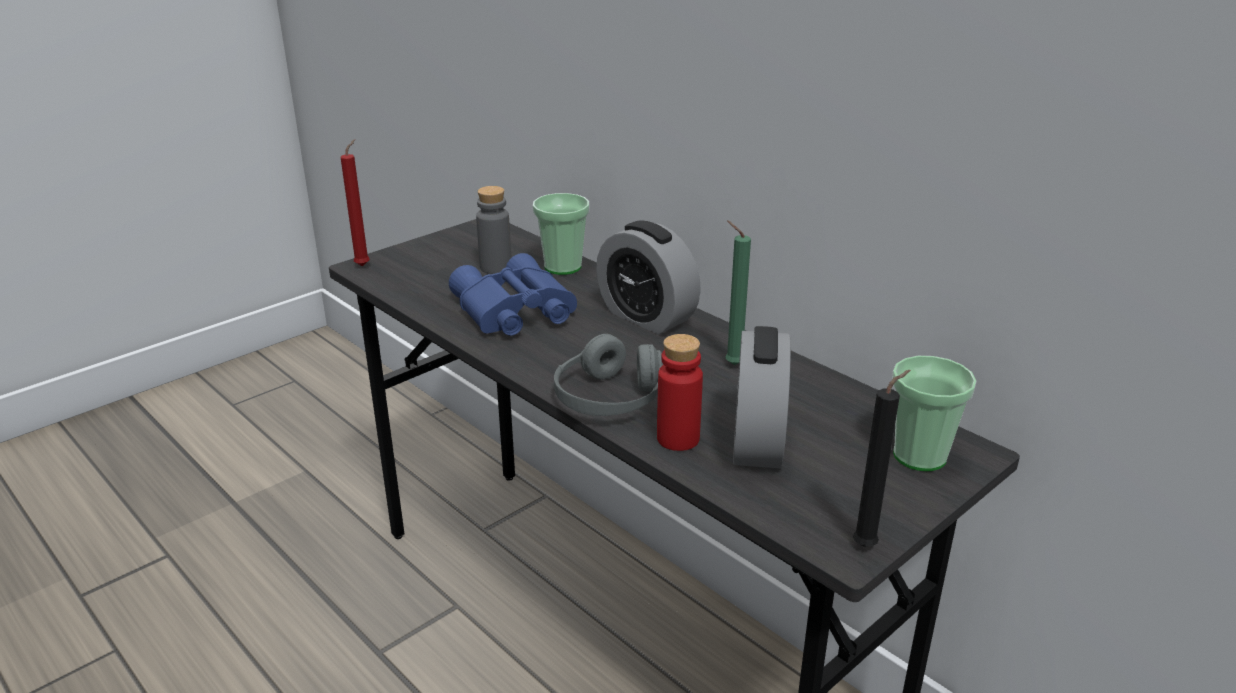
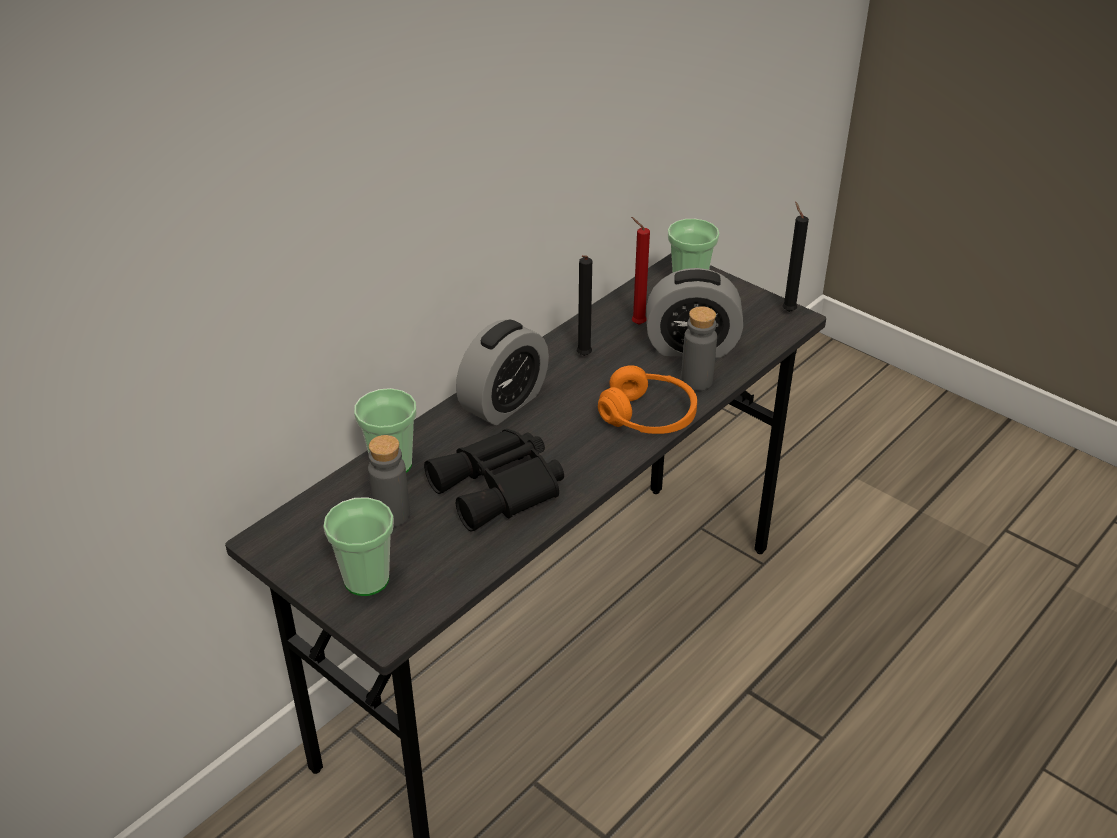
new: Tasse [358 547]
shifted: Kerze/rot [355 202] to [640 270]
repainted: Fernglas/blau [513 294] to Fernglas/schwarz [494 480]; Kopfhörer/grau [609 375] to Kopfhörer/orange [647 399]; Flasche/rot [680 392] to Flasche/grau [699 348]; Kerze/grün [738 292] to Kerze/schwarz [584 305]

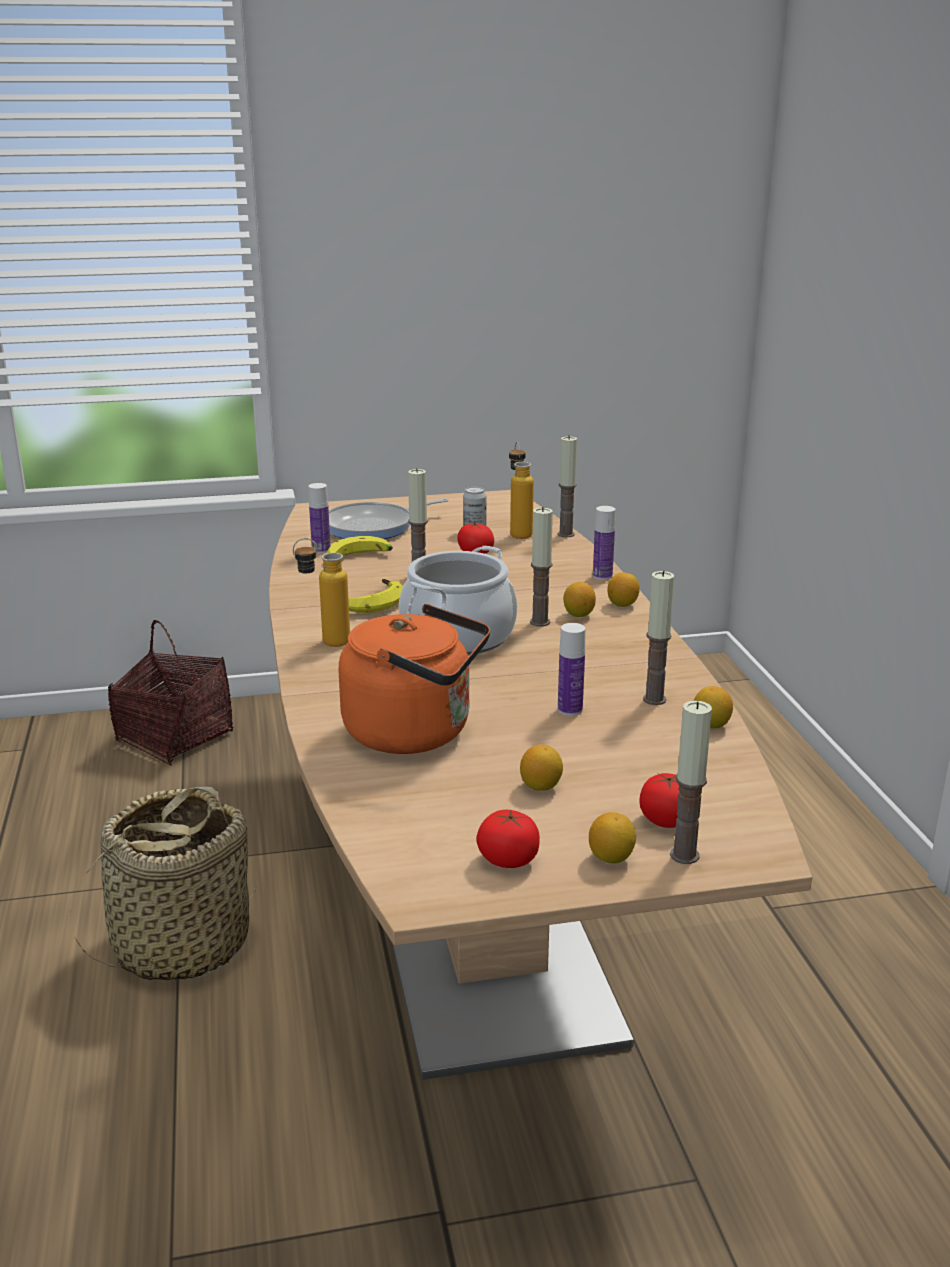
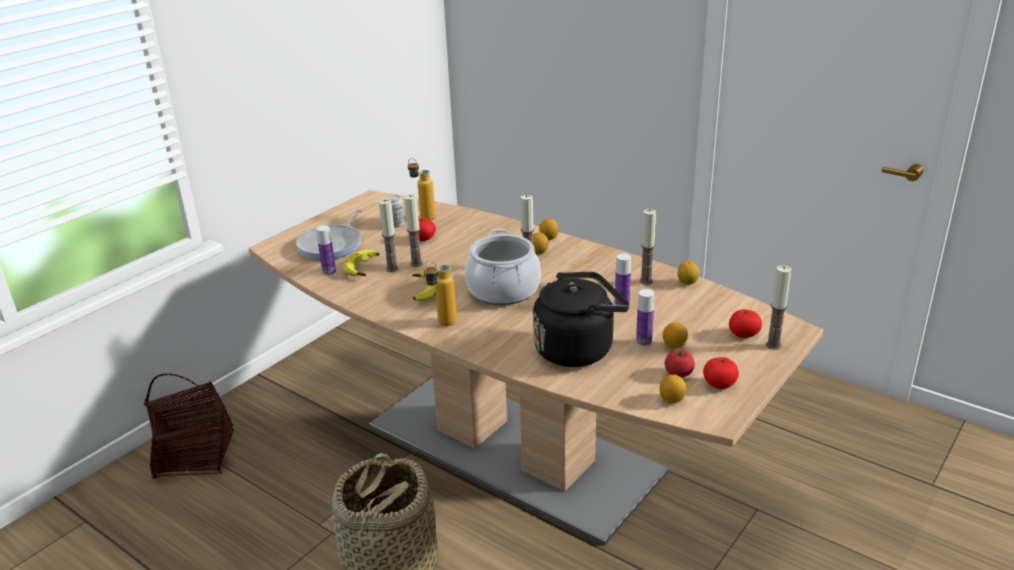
new: Tomate [680 364]
shifted: Kerze [567 486] to [389 235]; Zitrone [612 837] to [673 389]; Flasche [604 543] to [645 318]
repainted: Wasserkessel/orange [414 679] to Wasserkessel/schwarz [581 319]

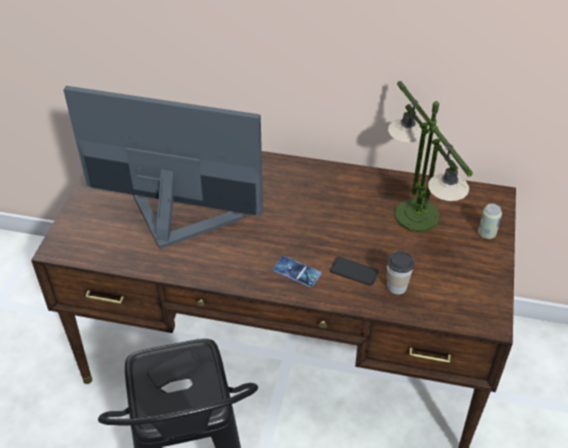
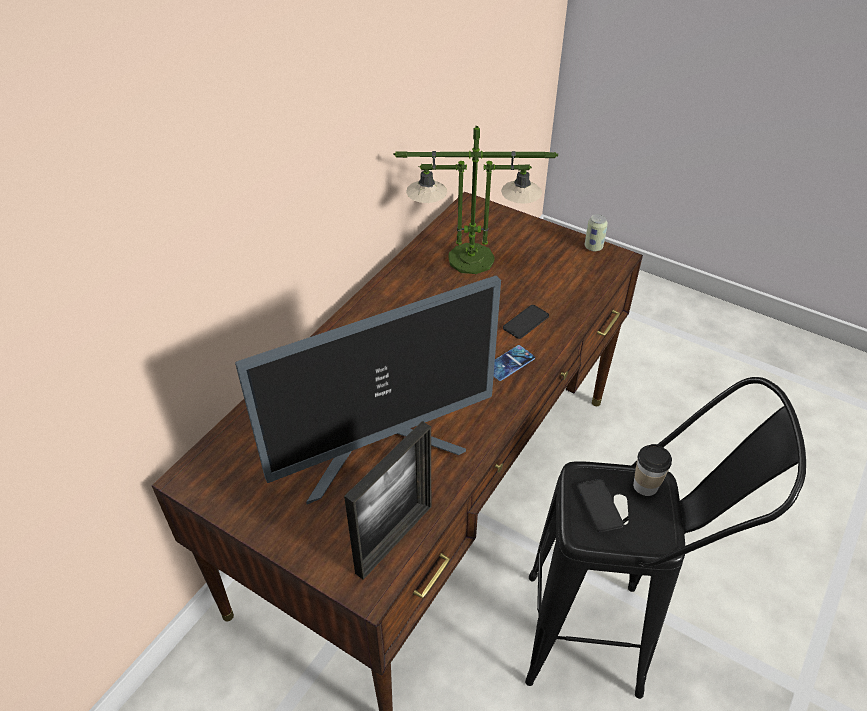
new: Bilderrahmen [387 500]
shifted: Tasse [400 273] to [652 470]; Dose [490 221] to [596 232]
rotated: Monitor [163 167] = [368 390] 150 degrees counterclockwise

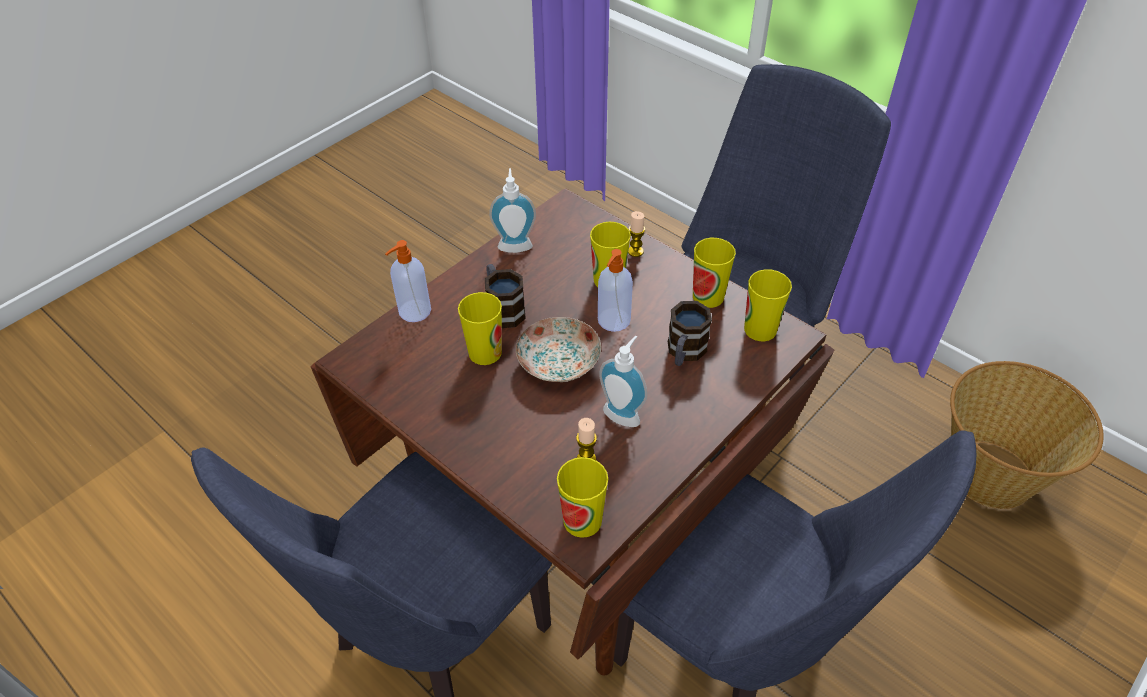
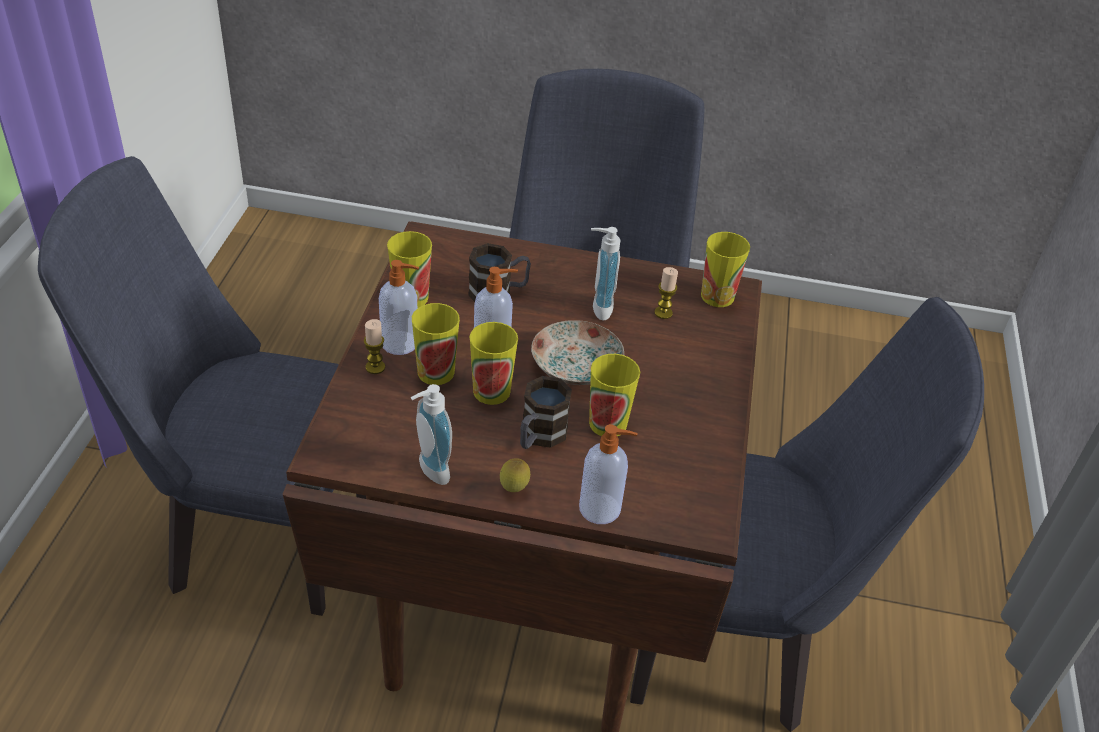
gone: Korb [1027 435]
new: Seifenspender [399 307]; Zitrone [515 475]
shifted: Tasse [768 305] to [493 363]

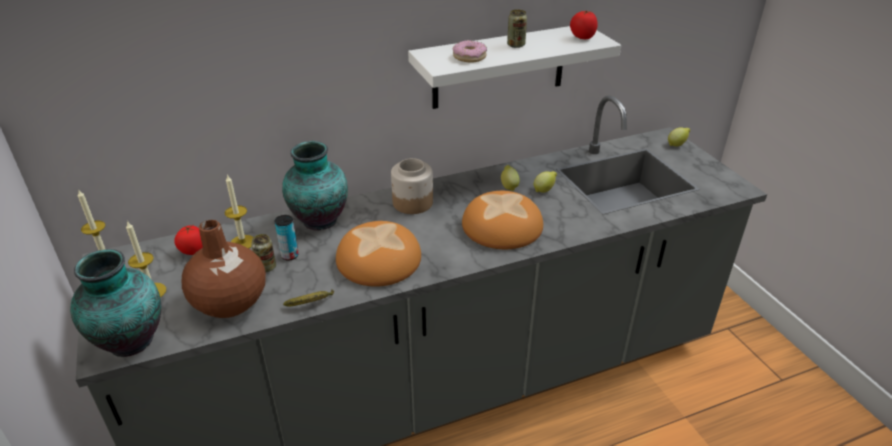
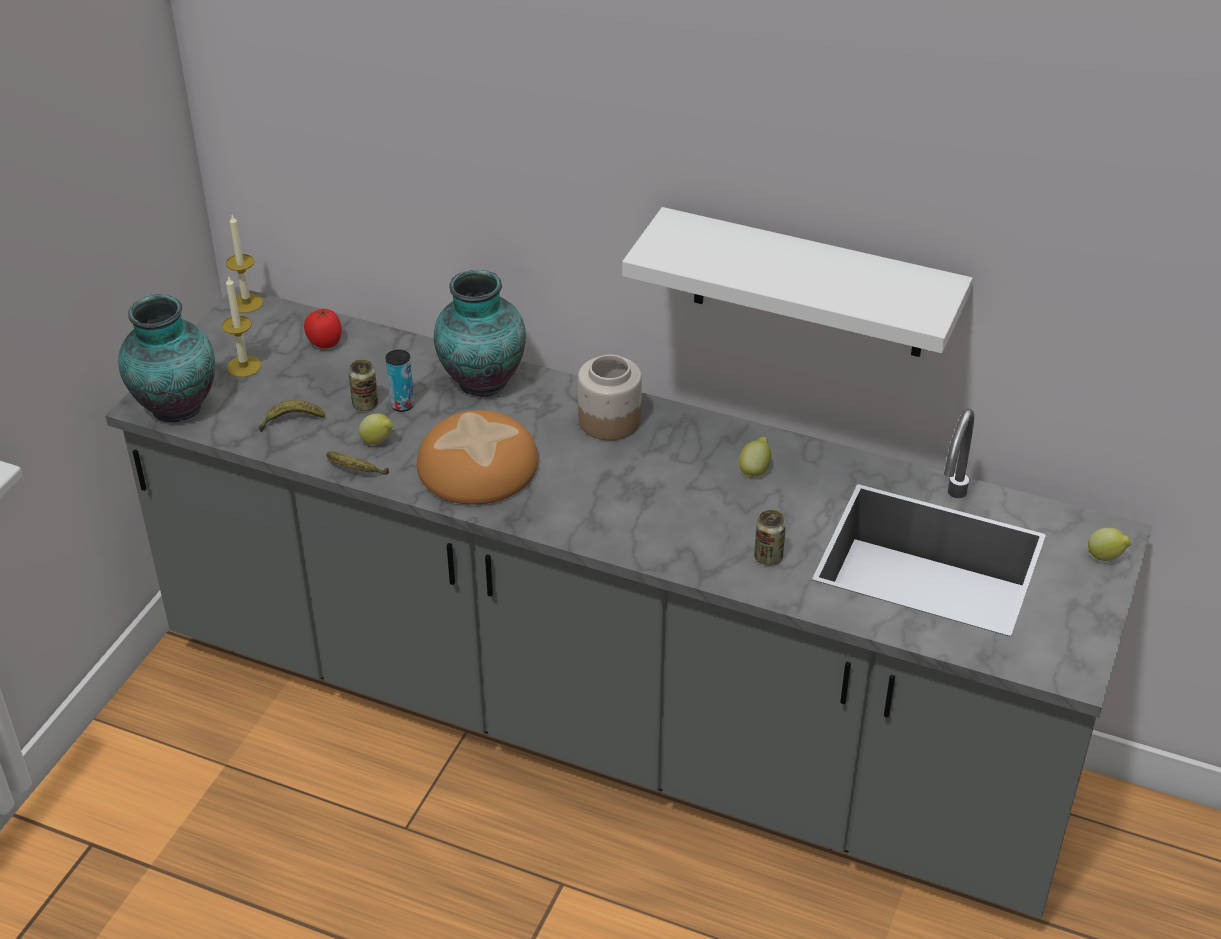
gone: Kerze [239 211]; Donut [470 51]; Brot [502 220]; Tomate [584 24]
shifted: Dose [517 29] to [770 538]; Zitrone [545 182] to [376 429]
swapped: Vase/braun [224 269] to Banane [292 416]

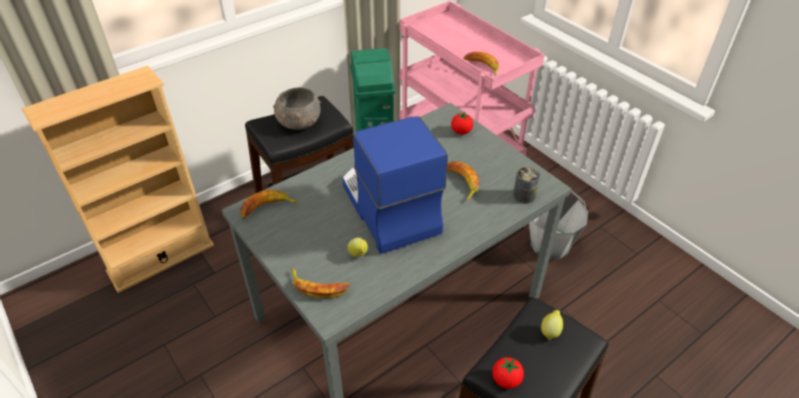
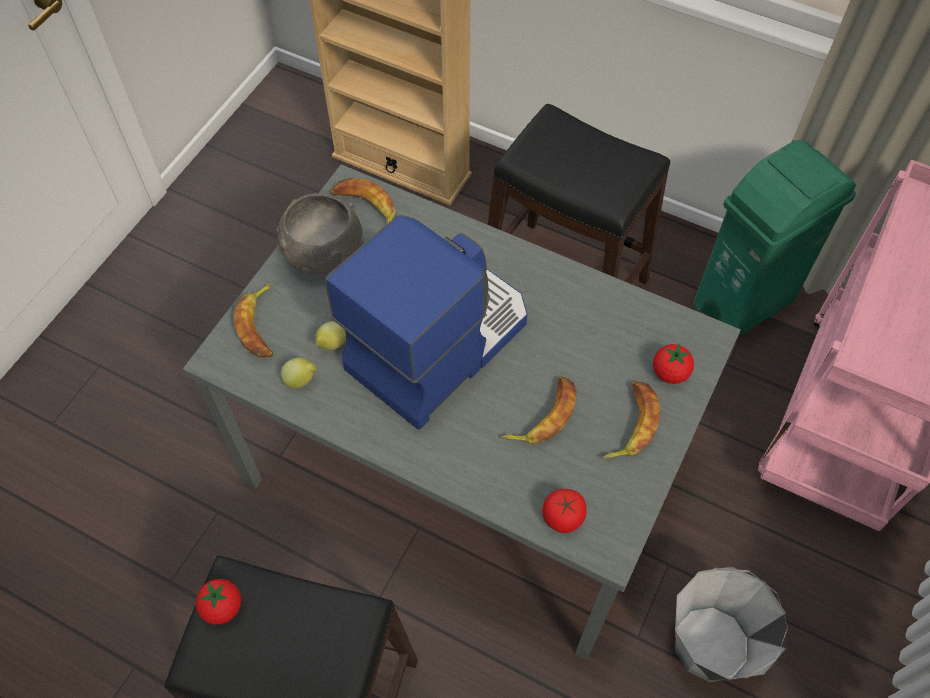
shifted: Schüssel/grau [297 108] to [320 233]; Banane [481 64] to [631 420]; Zitrone [552 325] to [298 373]
swapped: Dose [526 185] to Tomate [564 511]

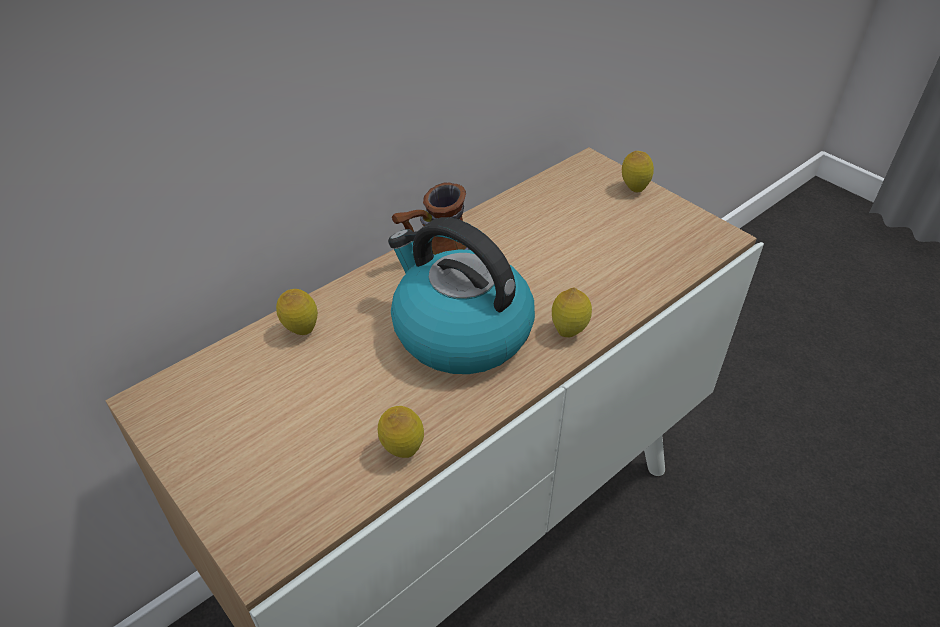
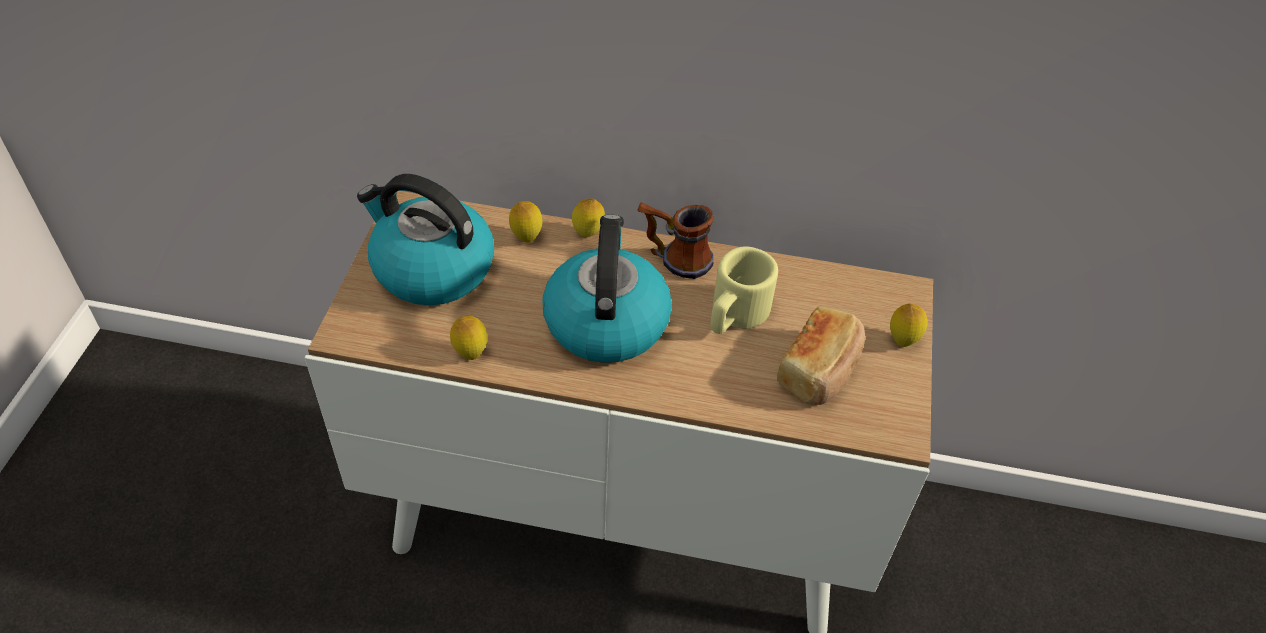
new: Wasserkessel [425 239]; Henkelbecher/beige [744 290]; Brot [821 356]
shifted: Zitrone [572 312] to [588 218]

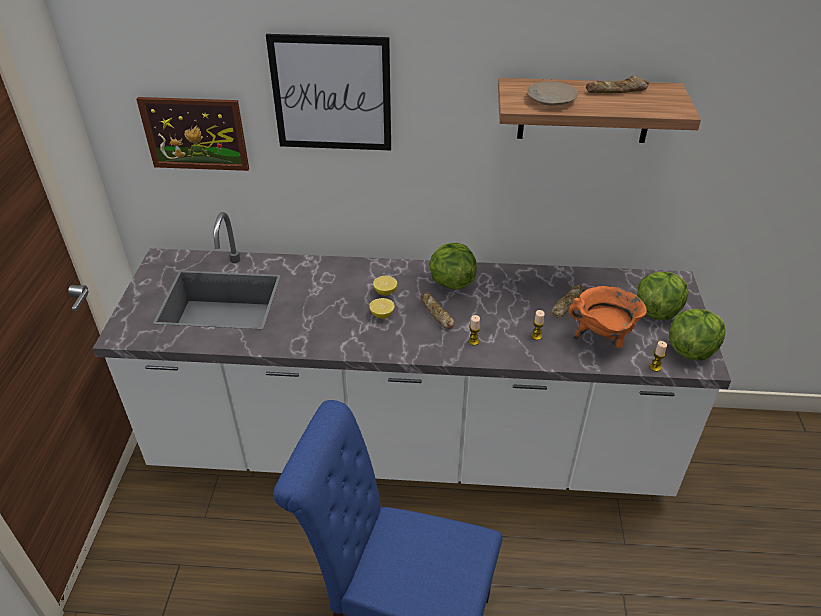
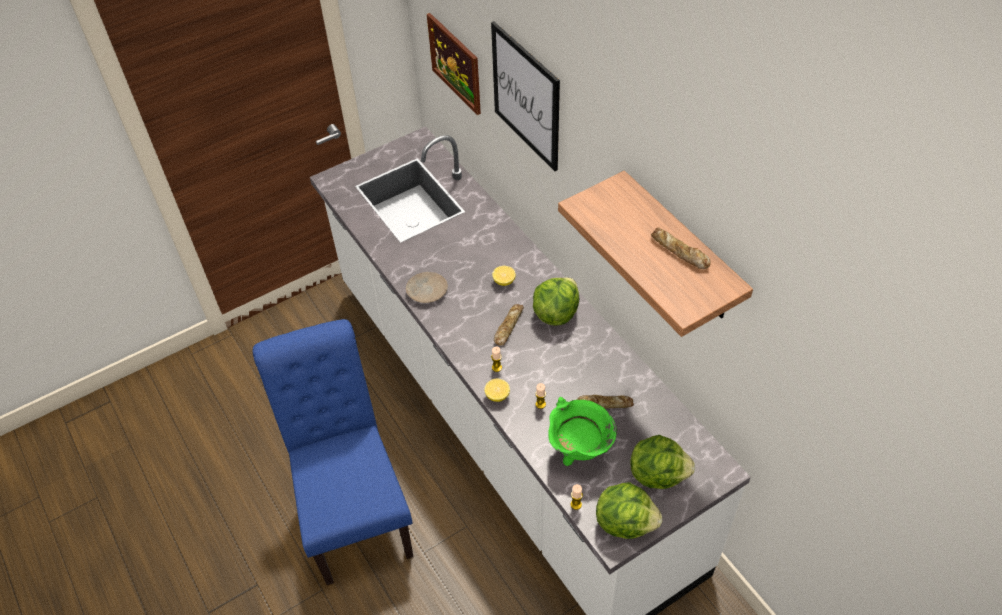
shifted: Zitrone [382 308] to [497 390]; Teller/beige [552 93] to [427 287]
repainted: Kochtopf/orange [608 317] to Kochtopf/grün [582 431]

